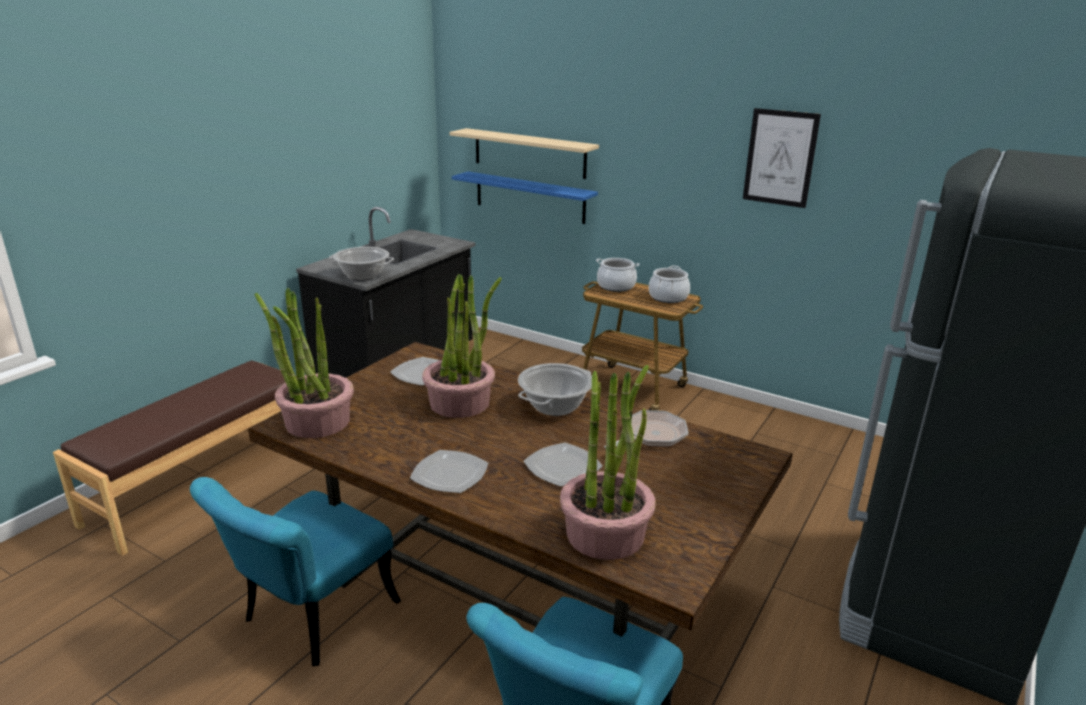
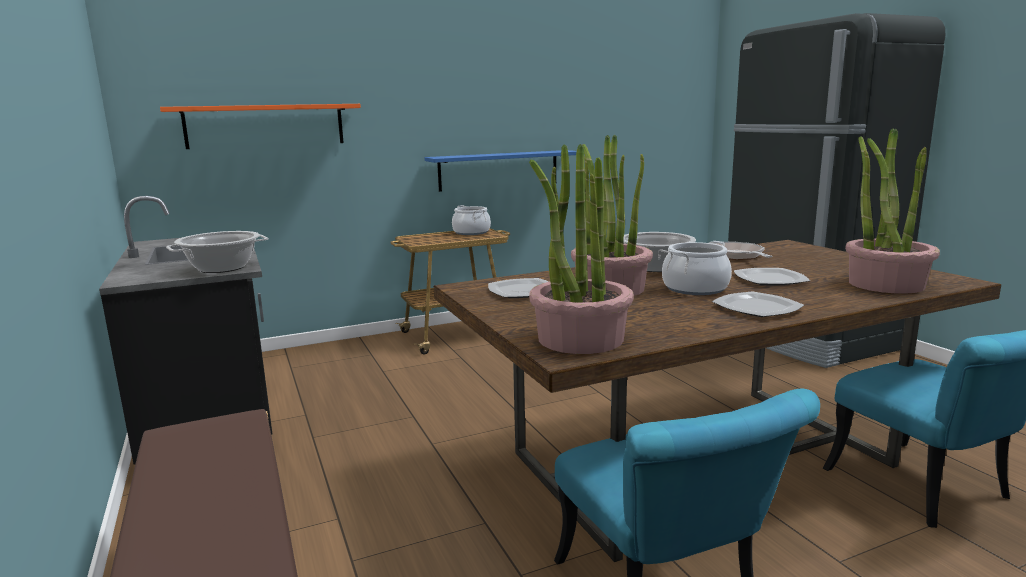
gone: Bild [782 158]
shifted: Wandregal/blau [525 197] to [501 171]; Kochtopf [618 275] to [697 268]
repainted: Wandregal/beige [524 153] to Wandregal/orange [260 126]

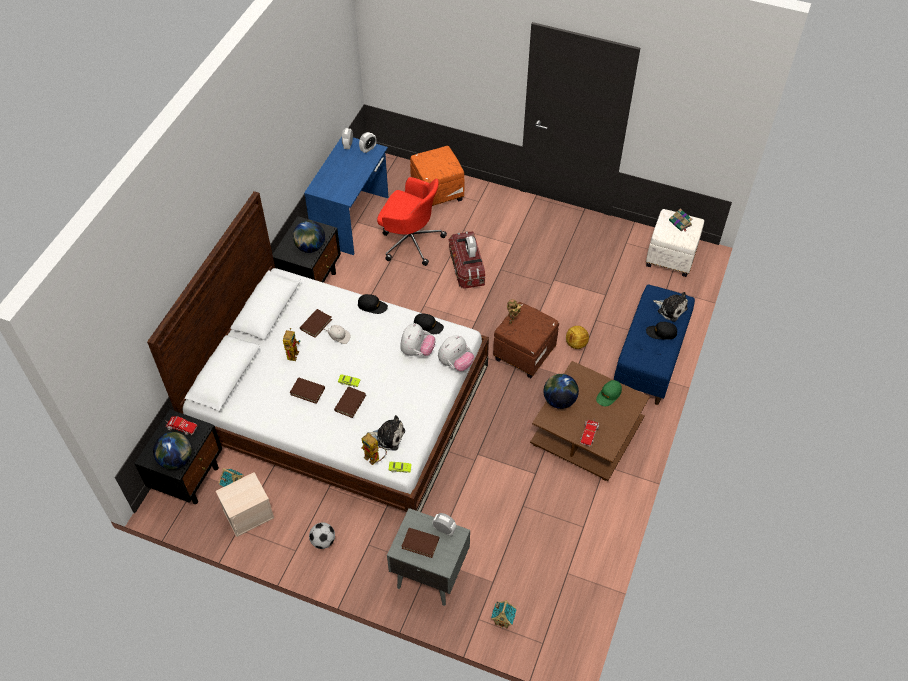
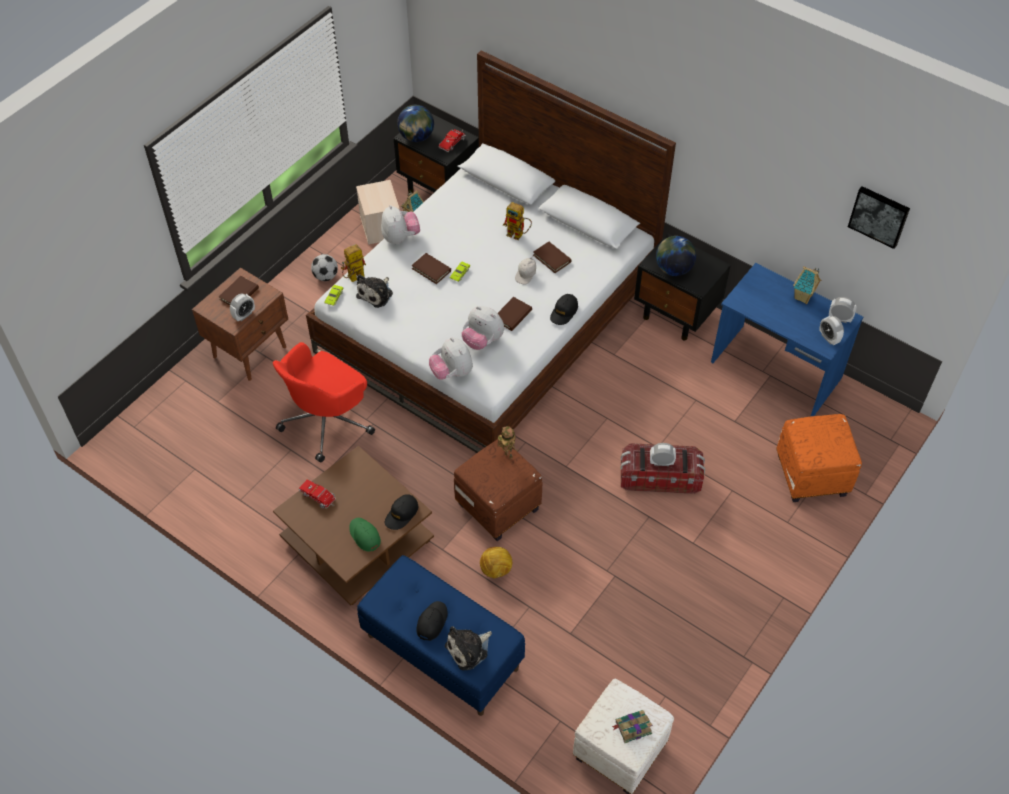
gone: Globus [561 391]
new: Plüschtier [400 224]; Bild [879 217]
shifted: Buch/braun [307 390] to [515 314]; Bürostuhl/rot [412 221] to [324 402]; Kappe/schwarz [429 323] to [401 512]; Spielzeughaus [503 614] to [807 285]
repainted: Nachttisch/grau [428 557] to Nachttisch/braun [240 324]

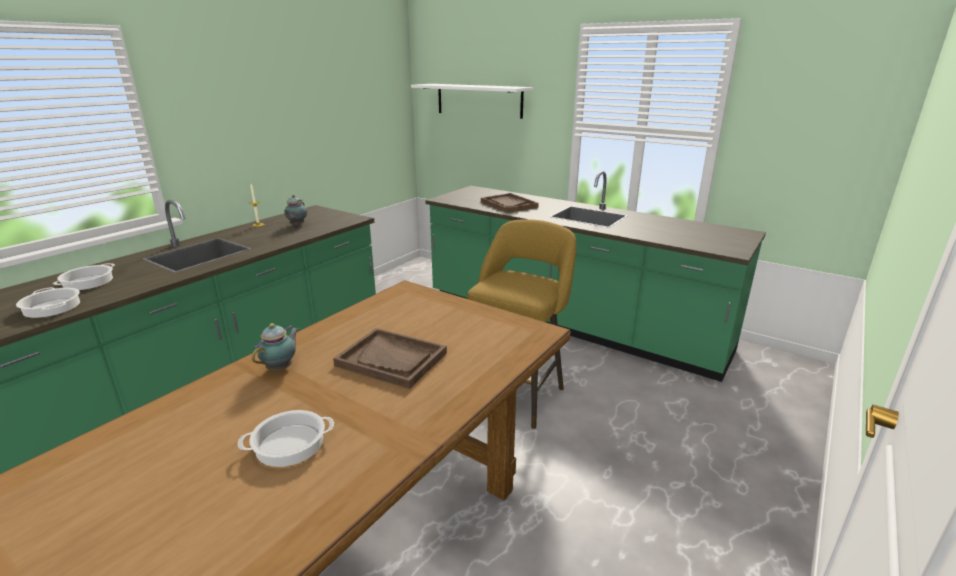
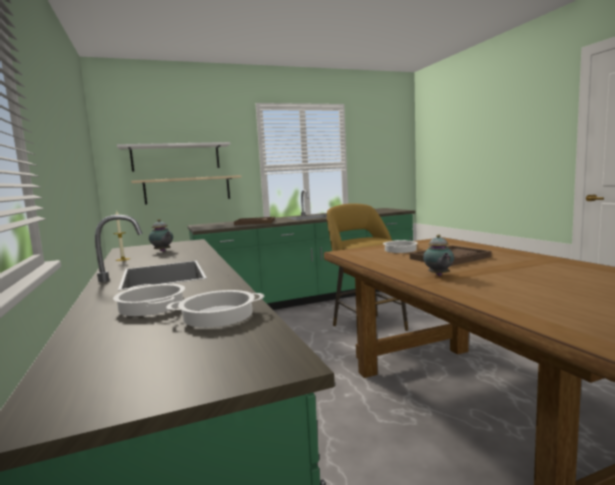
new: Wandregal/beige [186 190]
shifted: Kochtopf [286 438] to [400 246]
rotated: Teekanne [275 347] = [438 255] 150 degrees counterclockwise

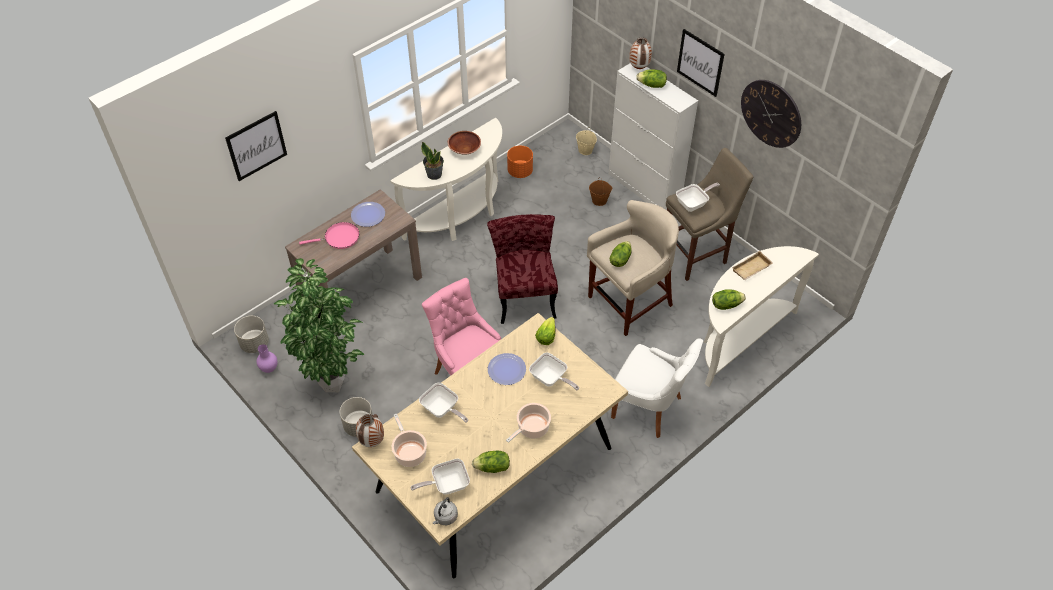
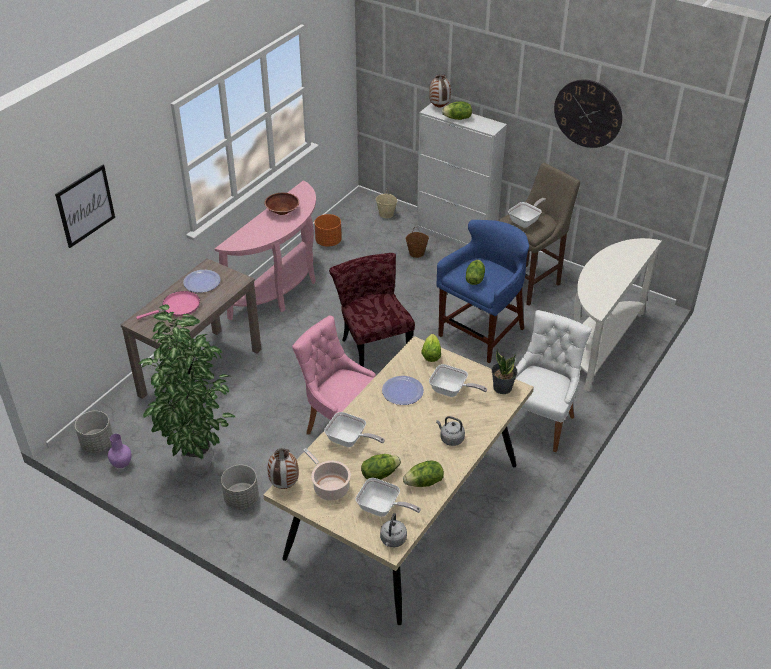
gone: Bild [701 63]; Tablett/beige [752 265]
shifted: Topfpflanze [432 161] to [505 371]; Salatkopf [729 299] to [381 467]
swapped: Kochtopf [528 423] to Wasserkessel/grau [450 431]
repainted: Konsolentisch/weiß [446 179] to Konsolentisch/rosa [265 250]; Hocker/beige [633 268] to Hocker/blau [482 291]
rotated: Pfanne [440 476] = [388 497] 120 degrees counterclockwise; Stuhl/weiß [657 388] = [553 381] 75 degrees counterclockwise

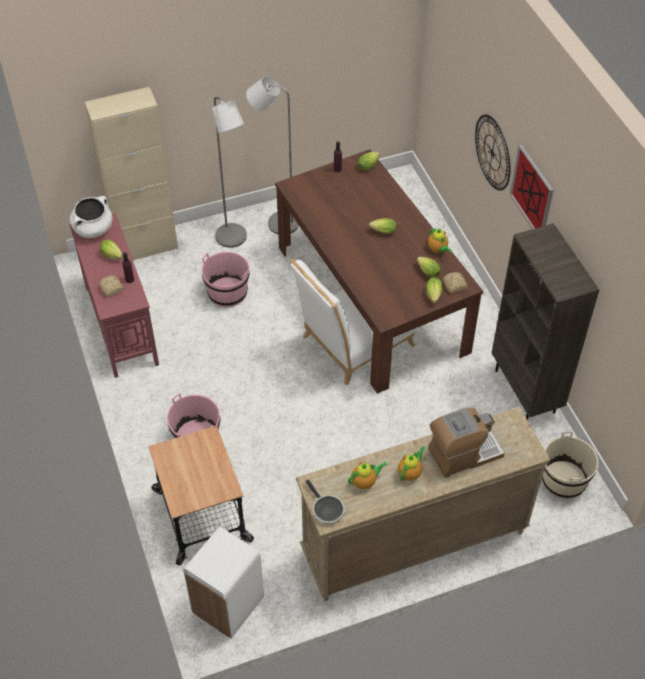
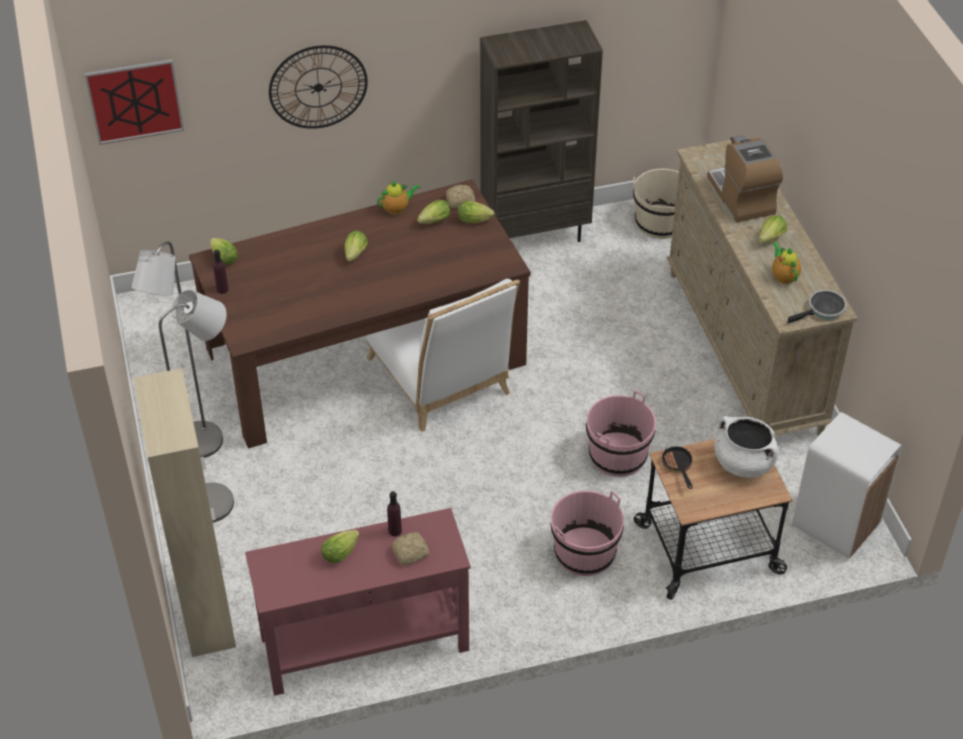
new: Pfanne [677 468]
shifted: Kochtopf/weiß [91 217] to [746 447]; Eimer/rosa [225 279] to [621 433]; Bild [531 187] to [134 102]
swapped: Teekanne [411 463] to Salatkopf [772 229]

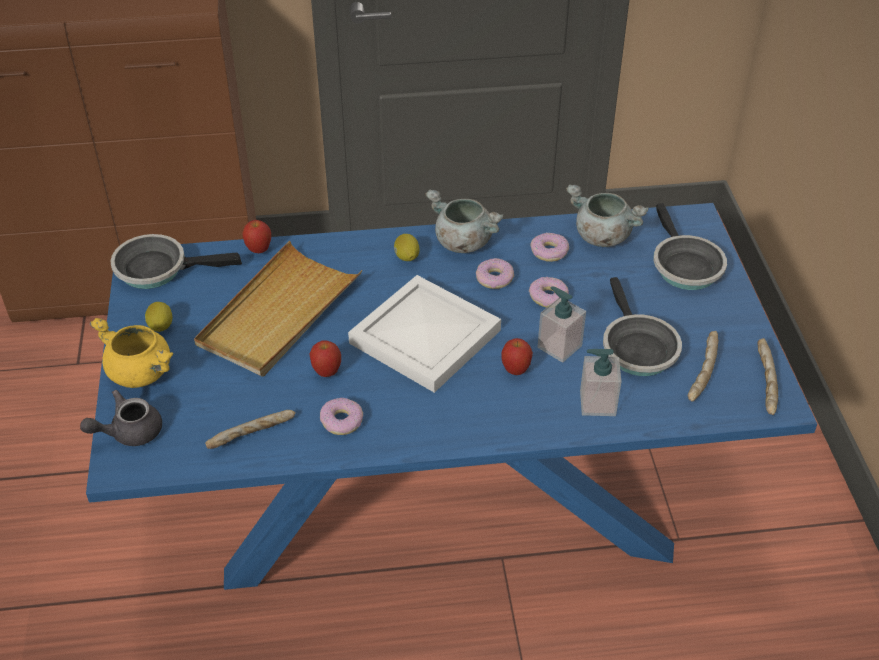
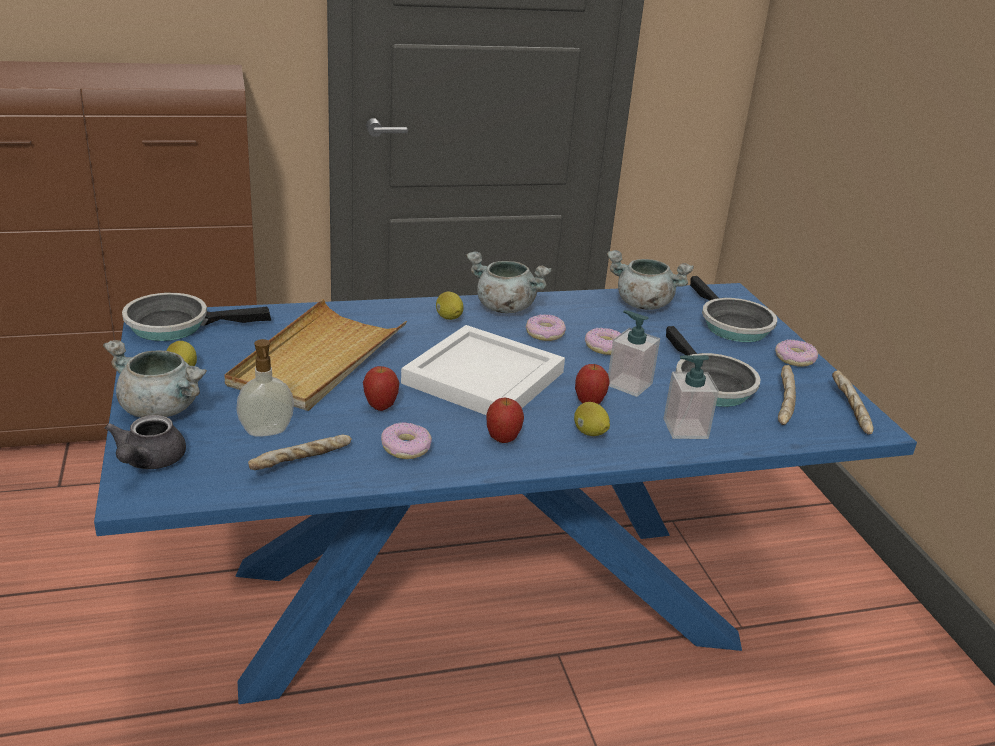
new: Seifenspender [265 388]; Zitrone [592 419]
shifted: Apfel [256 236] to [505 420]; Donut [549 247] to [796 353]
repainted: Kochtopf/gelb [131 353] to Kochtopf/grau [155 379]
rotated: Teekanne/grau [121 418] = [145 442] 45 degrees counterclockwise

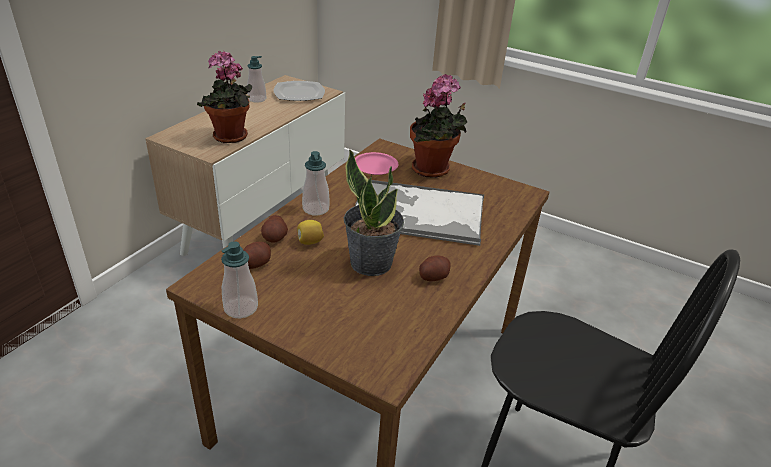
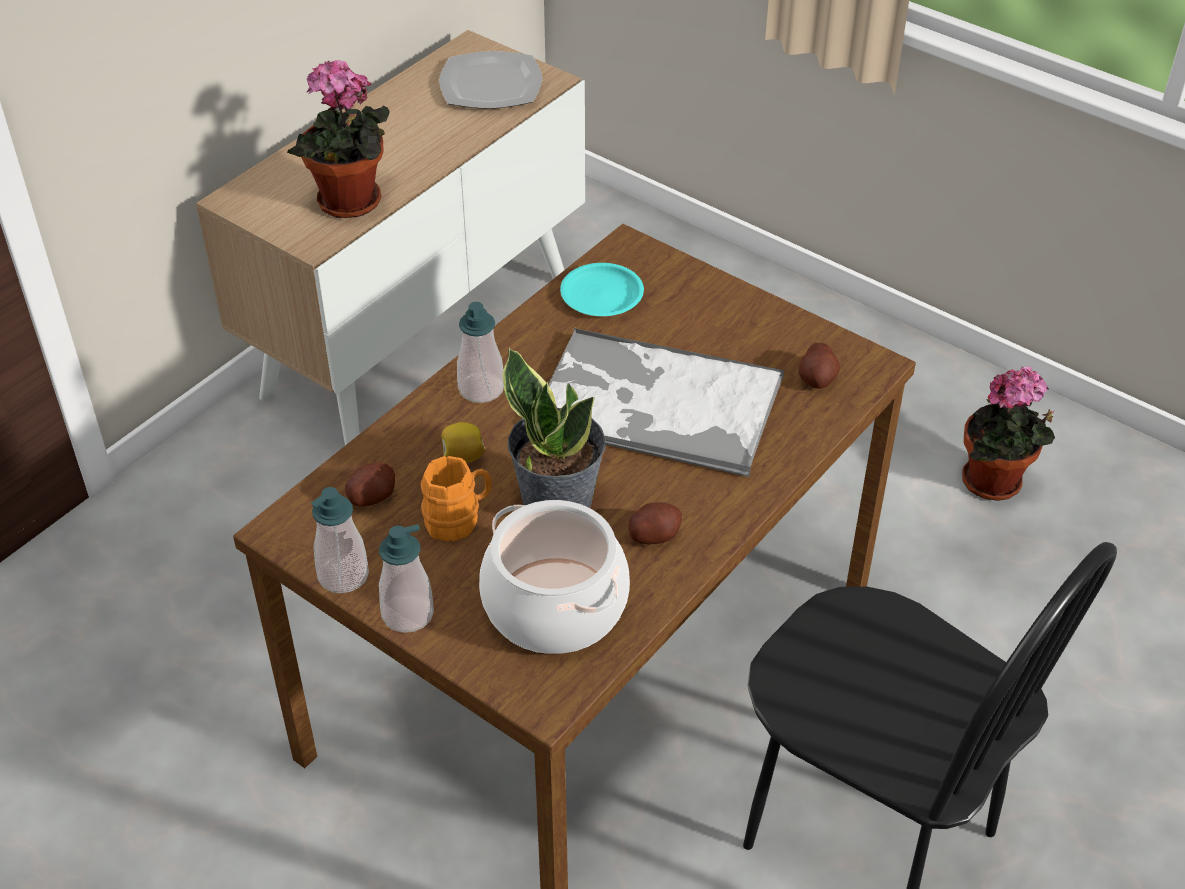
new: Henkelbecher/orange [456 498]; Kochtopf [554 577]
shifted: Seifenspender [256 79] to [406 578]; Kartoffel [274 229] to [819 366]; Topfpflanze [438 126] to [1008 433]
repainted: Teller/rosa [376 163] to Teller/türkis [602 289]

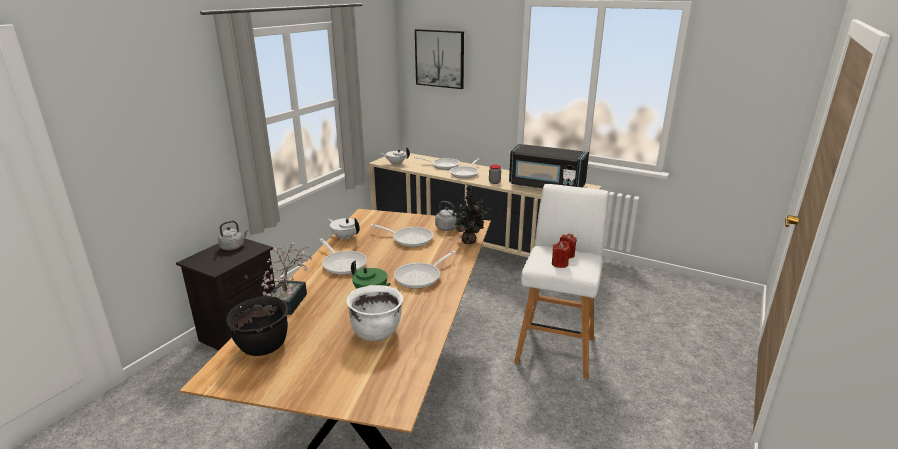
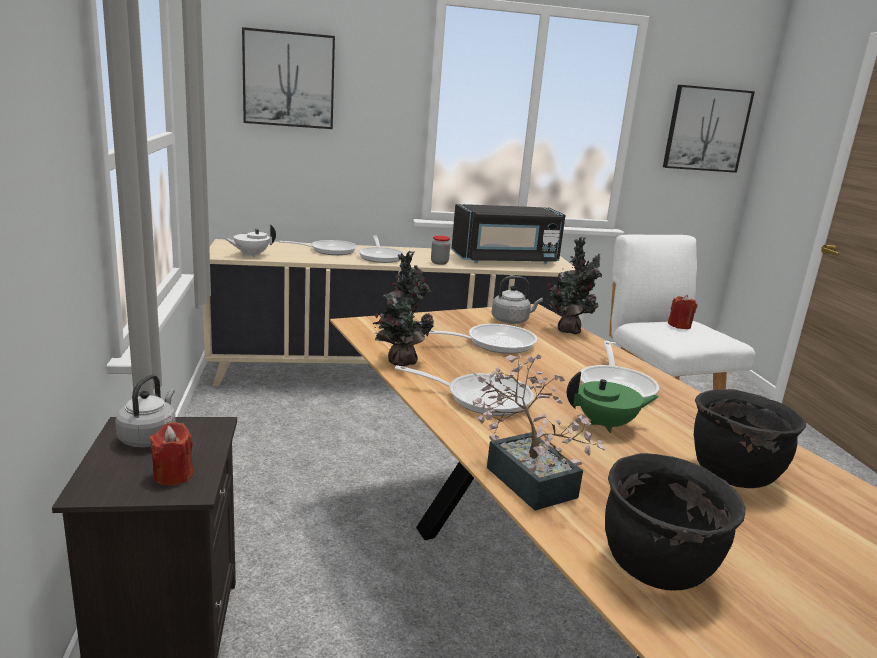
new: Bild [709 129]
shifted: Kerze/rot [561 254] to [171 454]
swapped: Teekanne/weiß [344 229] to Topfpflanze [403 308]
repainted: Kochtopf/weiß [374 313] to Kochtopf/schwarz [750 438]

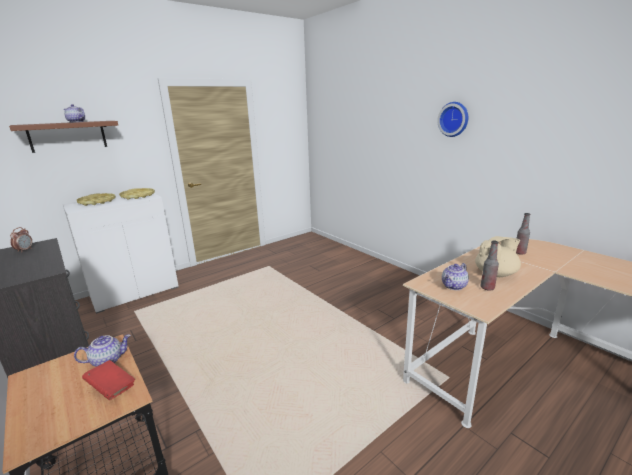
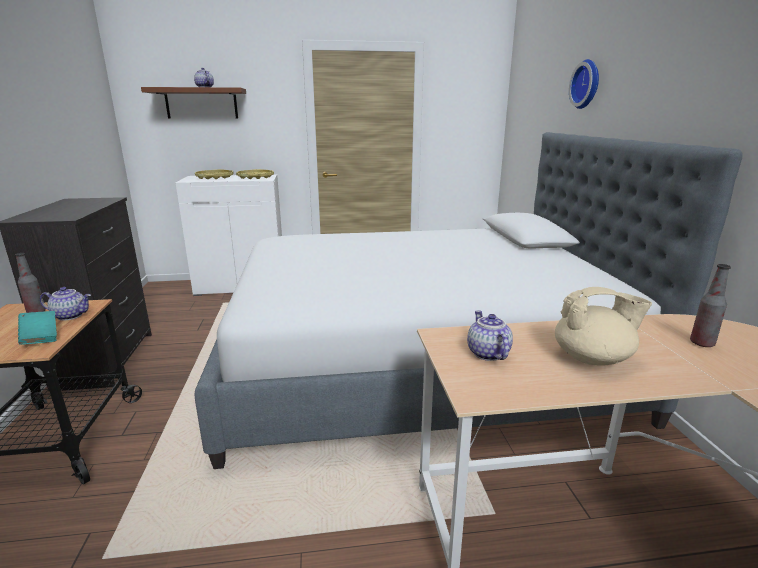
gone: Wecker [21 240]
new: Bett [469 300]
shifted: Wanduhr [452 119] to [584 84]; Flasche [490 265] to [30 283]
repainted: Buch/rot [108 380] to Buch/türkis [37 328]
rotated: Teekanne [455 276] = [490 336] 90 degrees clockwise

